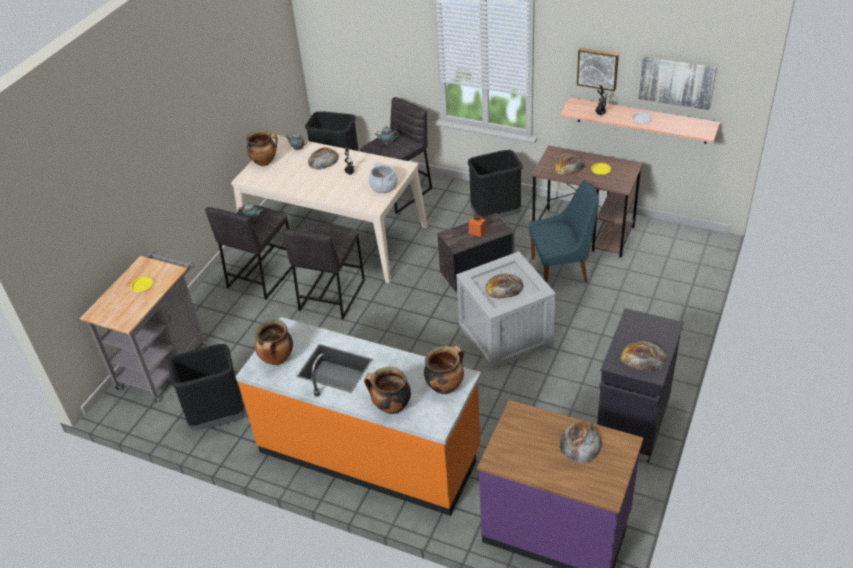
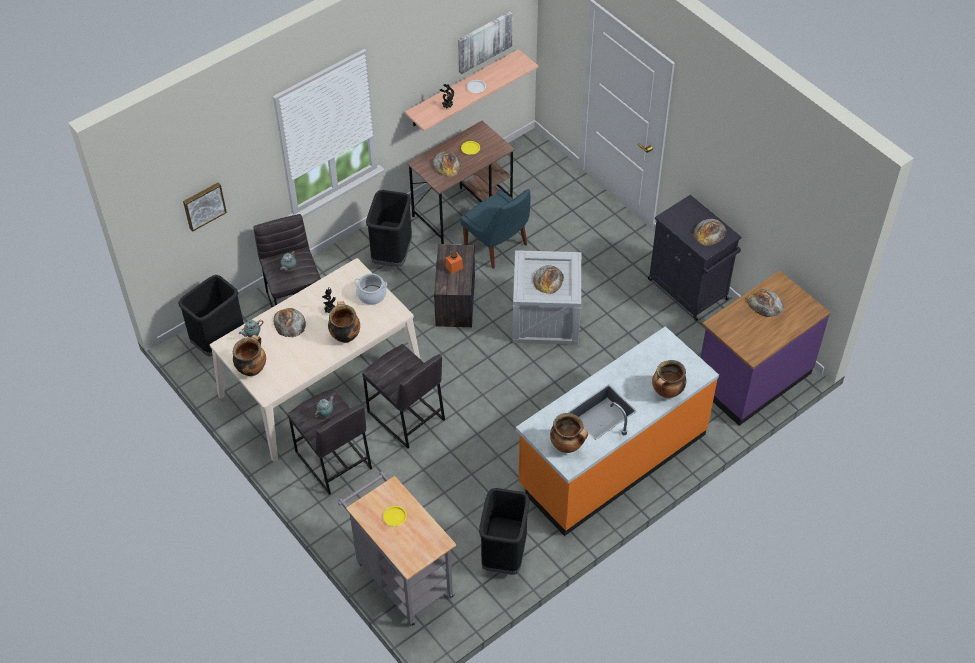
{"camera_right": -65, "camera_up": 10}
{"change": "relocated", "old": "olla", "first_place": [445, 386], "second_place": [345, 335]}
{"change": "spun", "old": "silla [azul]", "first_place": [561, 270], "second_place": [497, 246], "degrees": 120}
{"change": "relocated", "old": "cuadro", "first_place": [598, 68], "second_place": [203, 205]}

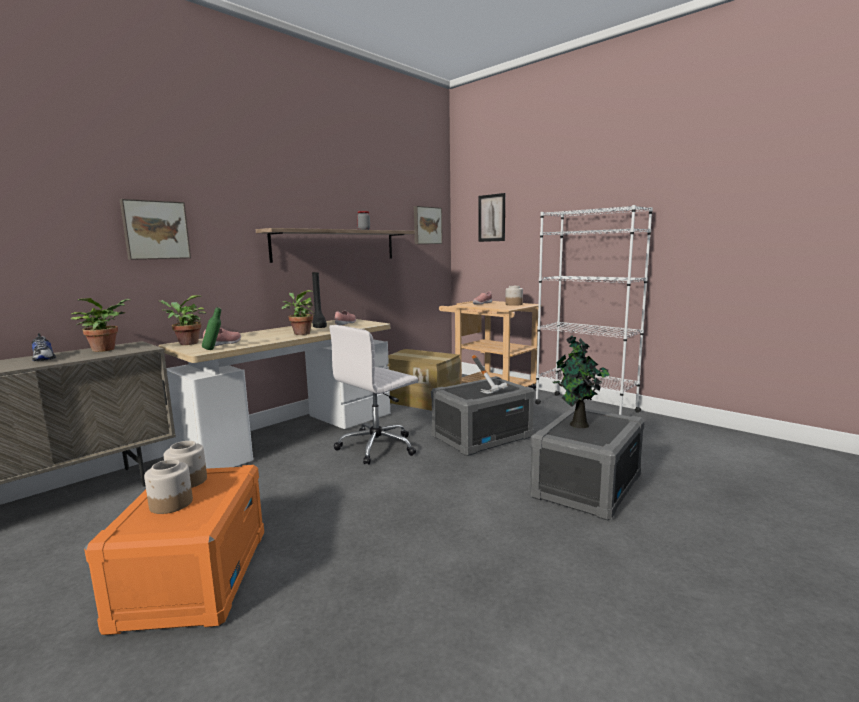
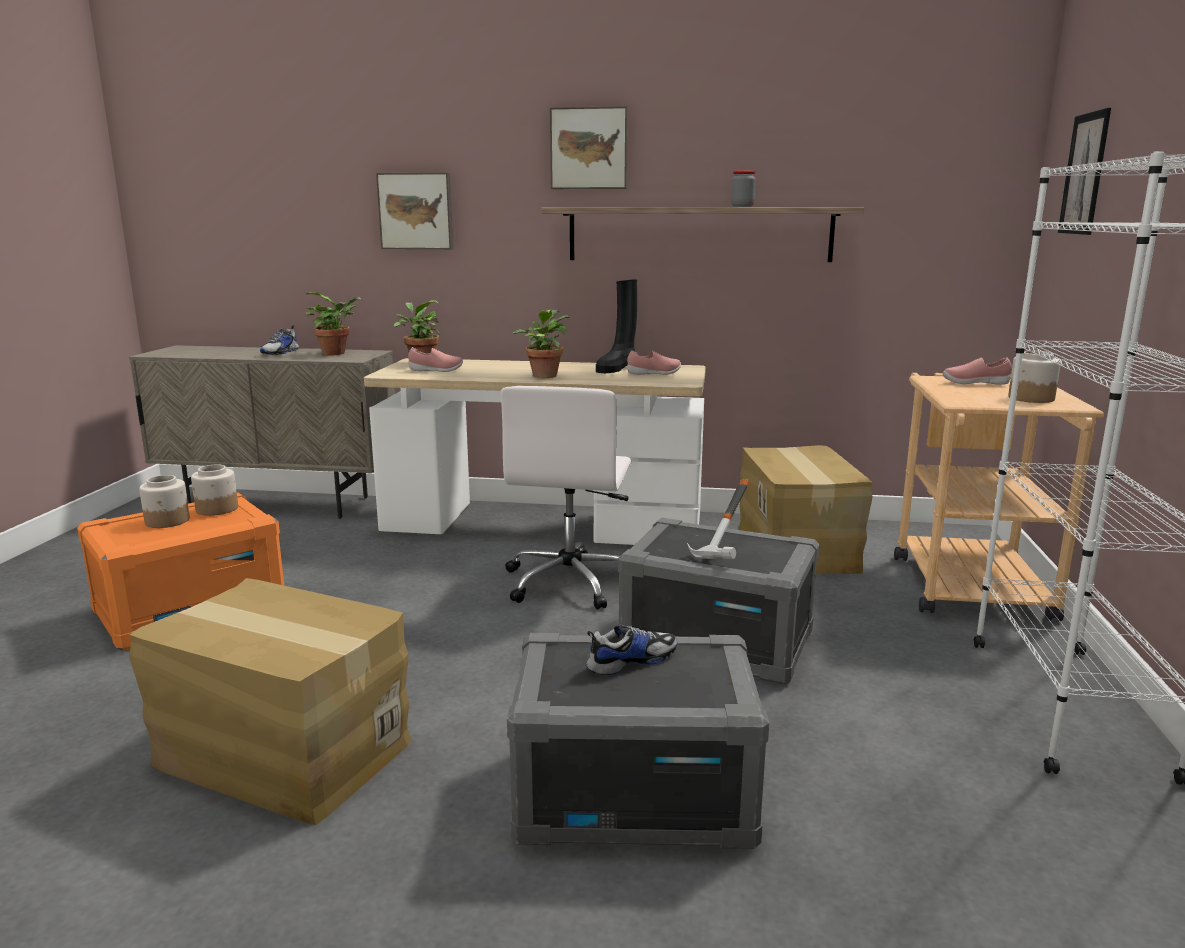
{"camera_right": 55, "camera_up": 5}
{"change": "missing", "old": "botella [verde]", "first_place": [214, 349]}
{"change": "spun", "old": "silla de oficina [blanco]", "first_place": [378, 447], "second_place": [571, 582], "degrees": -90}
{"change": "relocated", "old": "cuadro", "first_place": [426, 225], "second_place": [589, 149]}
{"change": "exchanged", "old": "planta en maceta", "new": "zapato", "first_place": [578, 425], "second_place": [631, 661]}
{"change": "appeared", "new": "caja de cartón", "second_place": [282, 754]}

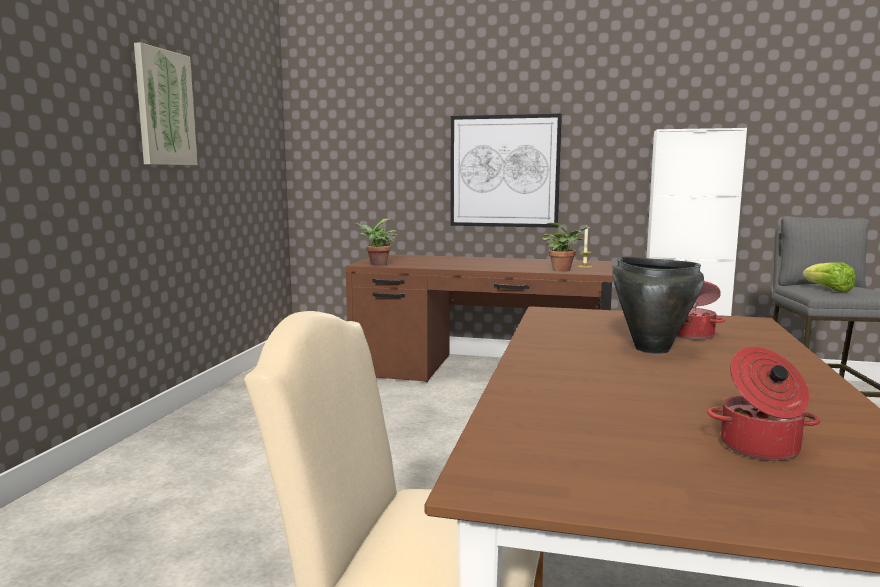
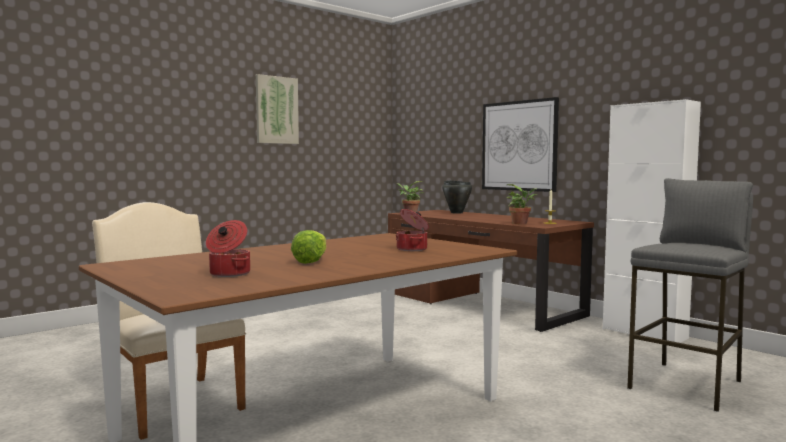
{"camera_right": 35, "camera_up": -5}
{"change": "relocated", "old": "olla [negro]", "first_place": [651, 349], "second_place": [456, 213]}
{"change": "relocated", "old": "lechuga", "first_place": [828, 290], "second_place": [311, 261]}

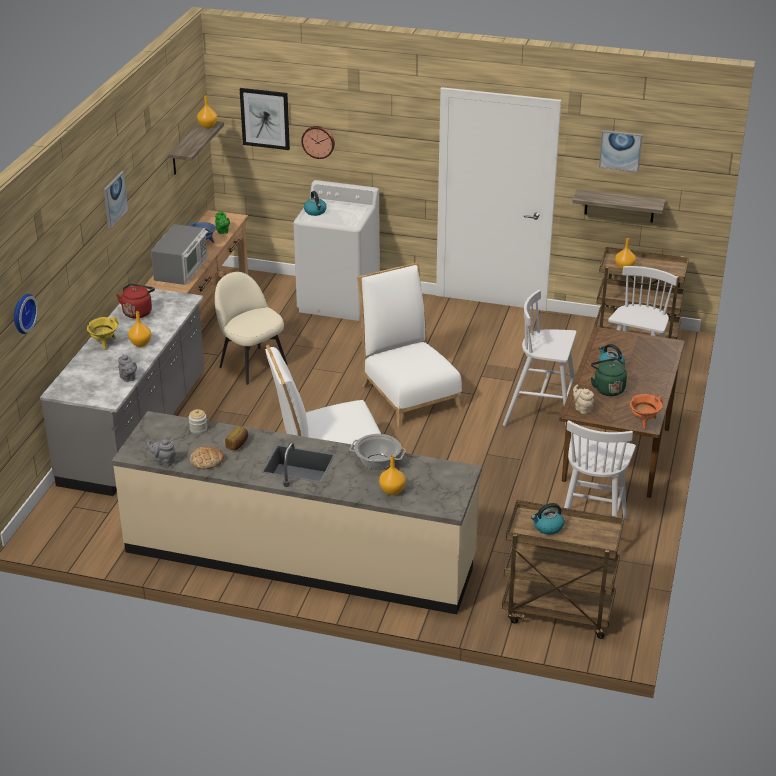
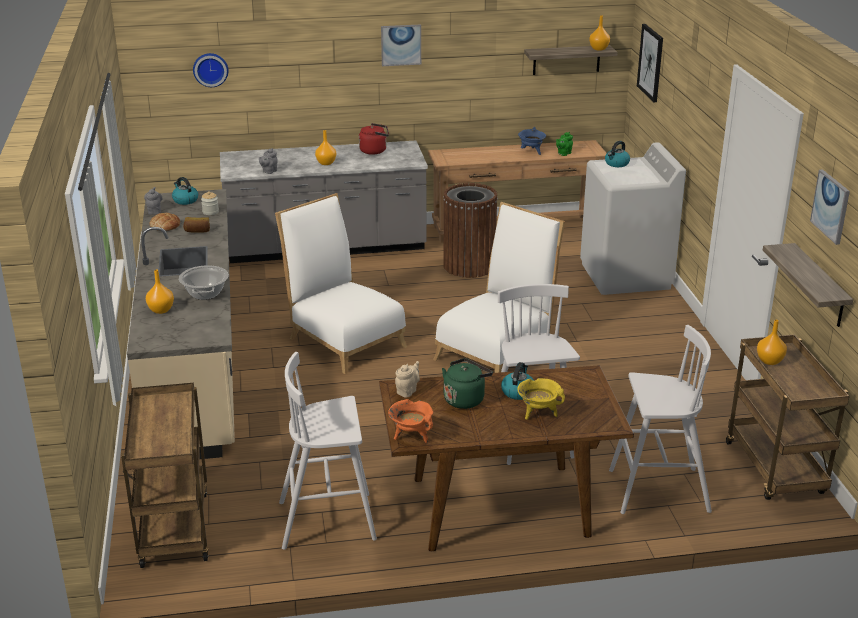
{"camera_right": 65, "camera_up": -5}
{"change": "relocated", "old": "olla [amarillo]", "first_place": [104, 343], "second_place": [538, 413]}
{"change": "missing", "old": "microondas", "first_place": [182, 269]}
{"change": "exchanged", "old": "silla [beis]", "new": "papelera [marrón]", "first_place": [252, 365], "second_place": [469, 266]}
{"change": "missing", "old": "reloj de pared", "first_place": [318, 141]}
{"change": "relocated", "old": "hervidor", "first_place": [547, 527], "second_place": [185, 200]}

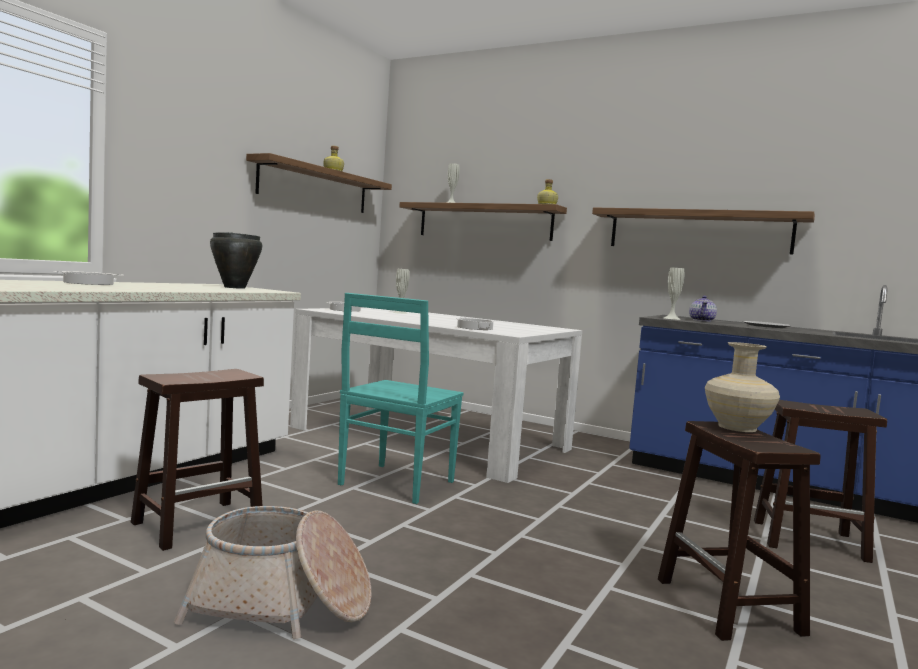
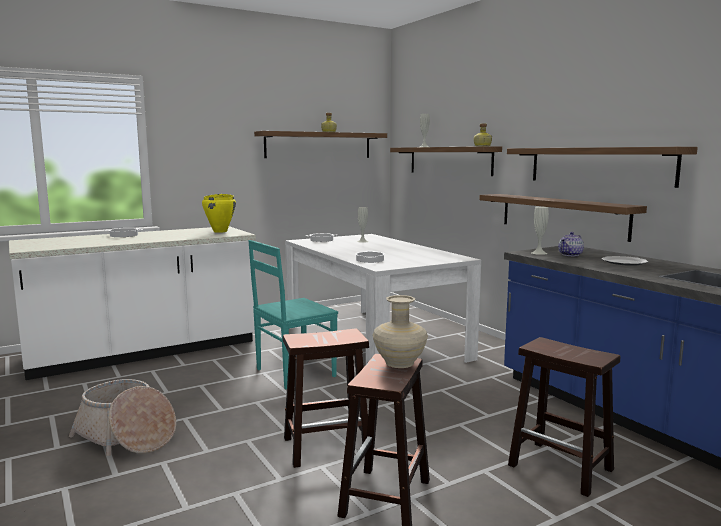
{"camera_right": 30, "camera_up": 5}
{"change": "relocated", "old": "taburete [marrón]", "first_place": [199, 523], "second_place": [327, 446]}
{"change": "colour", "old": "olla [negro]", "new": "olla [amarillo]", "first_place": [235, 287], "second_place": [220, 231]}
{"change": "appeared", "new": "estante", "second_place": [562, 215]}

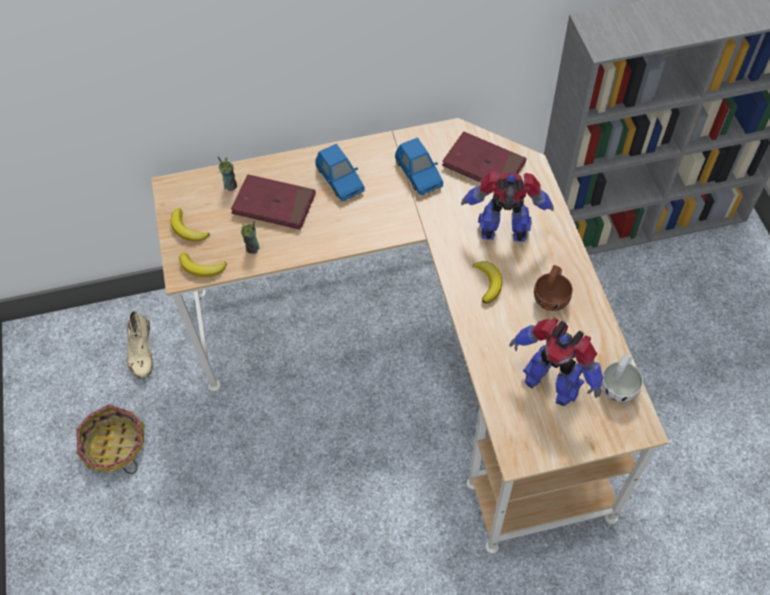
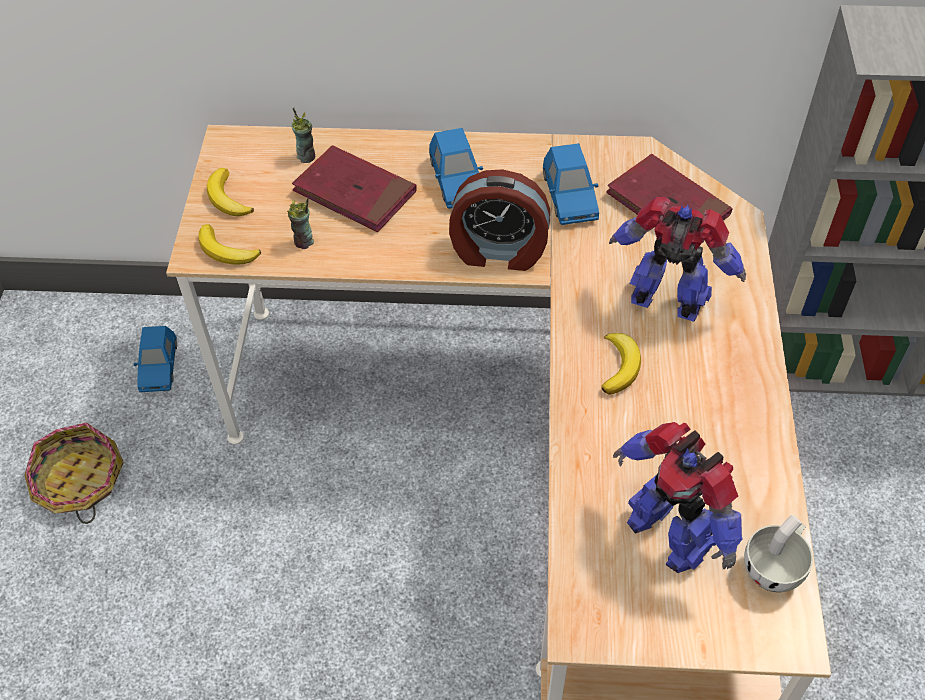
{"camera_right": 15, "camera_up": -5}
{"change": "exchanged", "old": "zapato [beis]", "new": "coche de juguete [azul]", "first_place": [140, 350], "second_place": [159, 367]}
{"change": "missing", "old": "taza [marrón]", "first_place": [552, 296]}
{"change": "appeared", "new": "despertador", "second_place": [498, 252]}

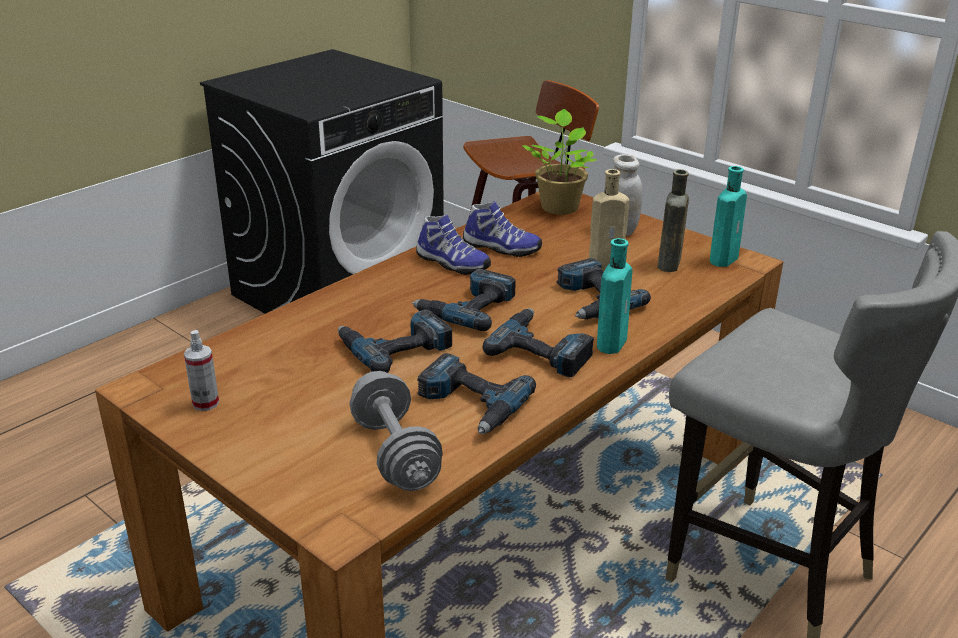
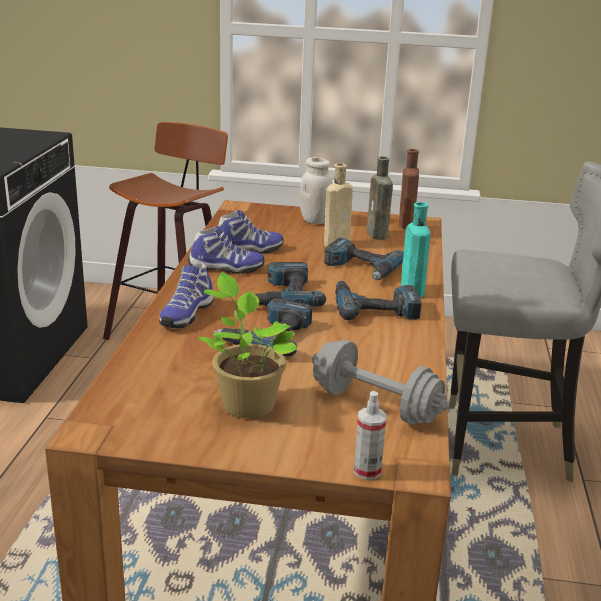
{"camera_right": -35, "camera_up": -5}
{"change": "relocated", "old": "pulverizador", "first_place": [205, 403], "second_place": [367, 471]}
{"change": "missing", "old": "taladro", "first_place": [470, 404]}
{"change": "relocated", "old": "planta en maceta", "first_place": [559, 206], "second_place": [246, 403]}
{"change": "colour", "old": "botella [turquesa]", "new": "botella [marrón]", "first_place": [724, 258], "second_place": [406, 223]}
{"change": "appeared", "new": "zapato", "second_place": [186, 314]}

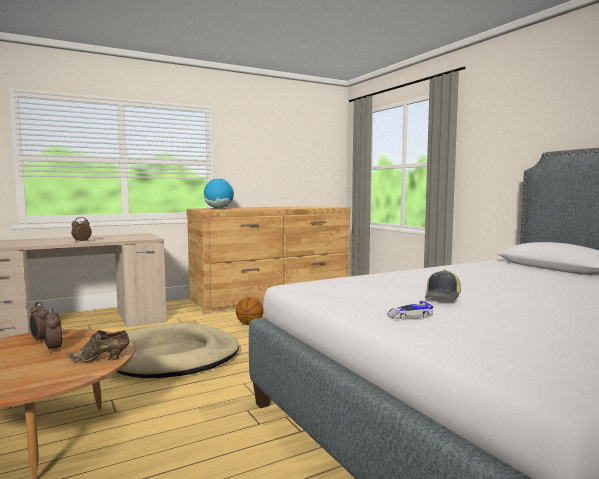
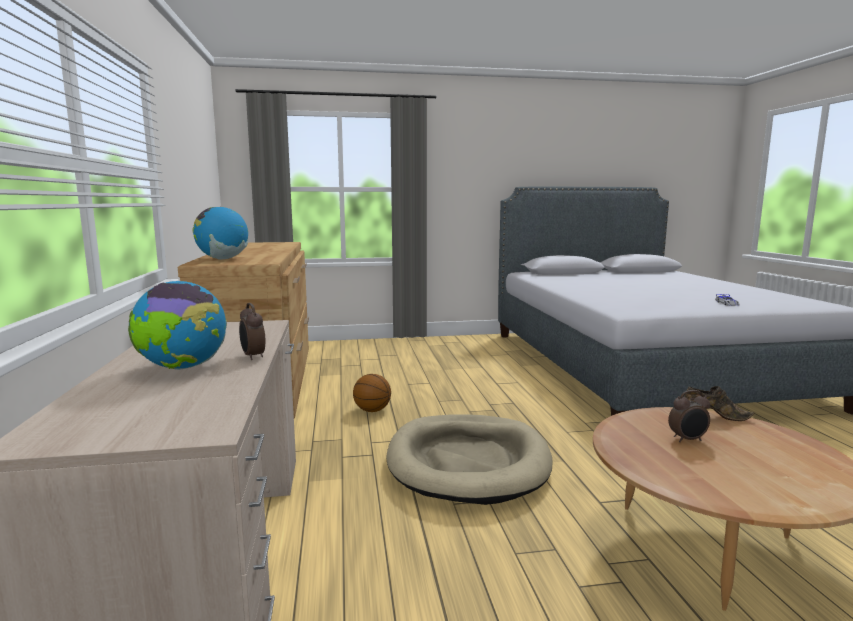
{"camera_right": -70, "camera_up": 5}
{"change": "missing", "old": "despertador", "first_place": [40, 340]}
{"change": "spun", "old": "zapato [marrón]", "first_place": [100, 359], "second_place": [714, 417], "degrees": -90}
{"change": "missing", "old": "gorra", "first_place": [443, 296]}
{"change": "appeared", "new": "globo terráqueo", "second_place": [183, 368]}

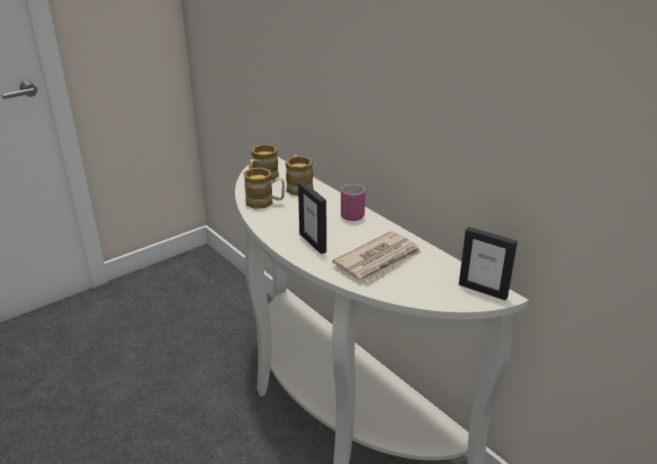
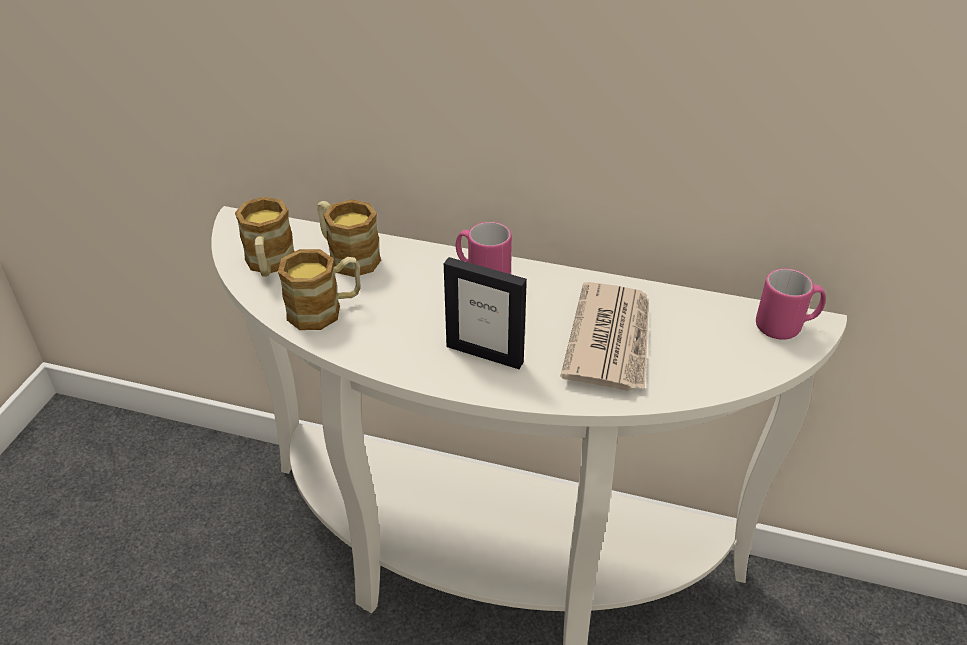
{"camera_right": -35, "camera_up": 10}
{"change": "exchanged", "old": "portarretratos", "new": "taza grande [rosa]", "first_place": [483, 290], "second_place": [786, 326]}

